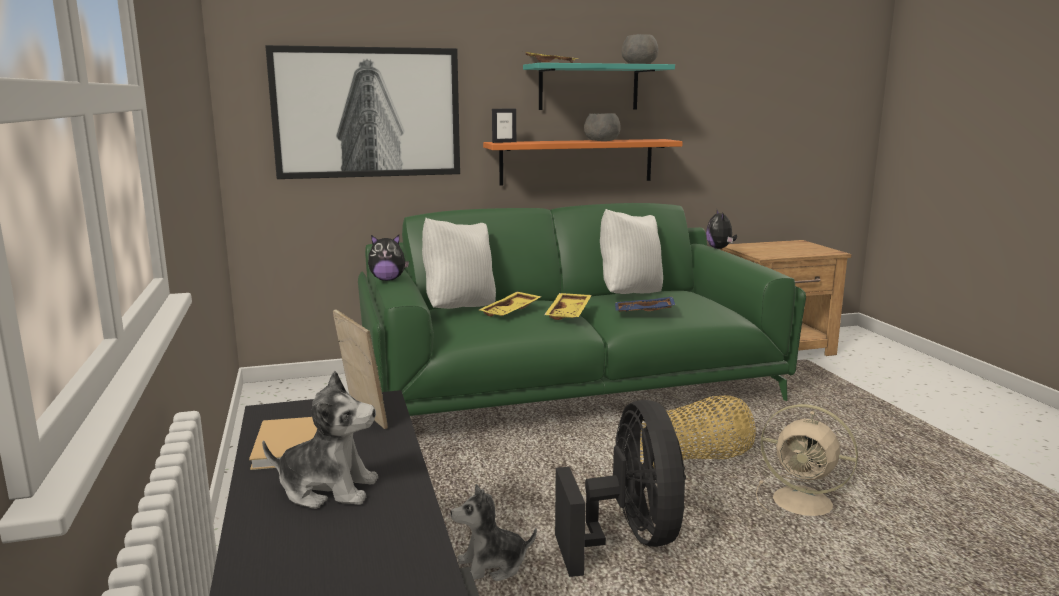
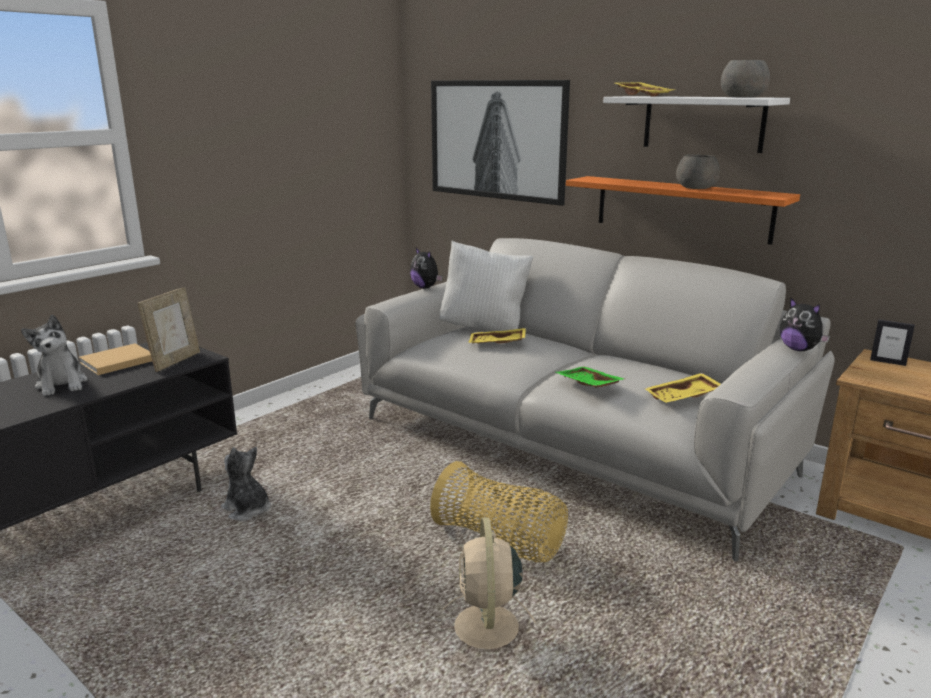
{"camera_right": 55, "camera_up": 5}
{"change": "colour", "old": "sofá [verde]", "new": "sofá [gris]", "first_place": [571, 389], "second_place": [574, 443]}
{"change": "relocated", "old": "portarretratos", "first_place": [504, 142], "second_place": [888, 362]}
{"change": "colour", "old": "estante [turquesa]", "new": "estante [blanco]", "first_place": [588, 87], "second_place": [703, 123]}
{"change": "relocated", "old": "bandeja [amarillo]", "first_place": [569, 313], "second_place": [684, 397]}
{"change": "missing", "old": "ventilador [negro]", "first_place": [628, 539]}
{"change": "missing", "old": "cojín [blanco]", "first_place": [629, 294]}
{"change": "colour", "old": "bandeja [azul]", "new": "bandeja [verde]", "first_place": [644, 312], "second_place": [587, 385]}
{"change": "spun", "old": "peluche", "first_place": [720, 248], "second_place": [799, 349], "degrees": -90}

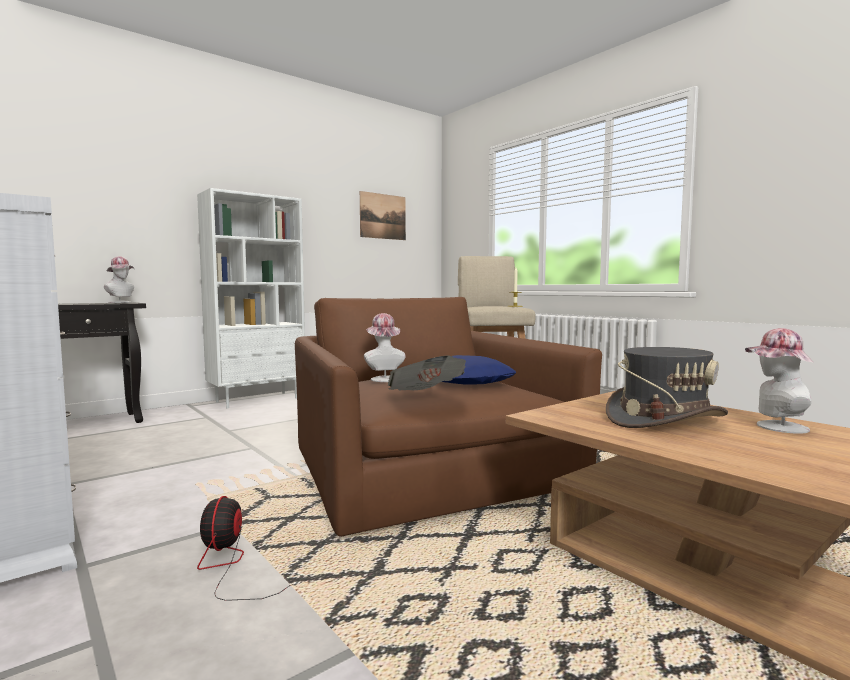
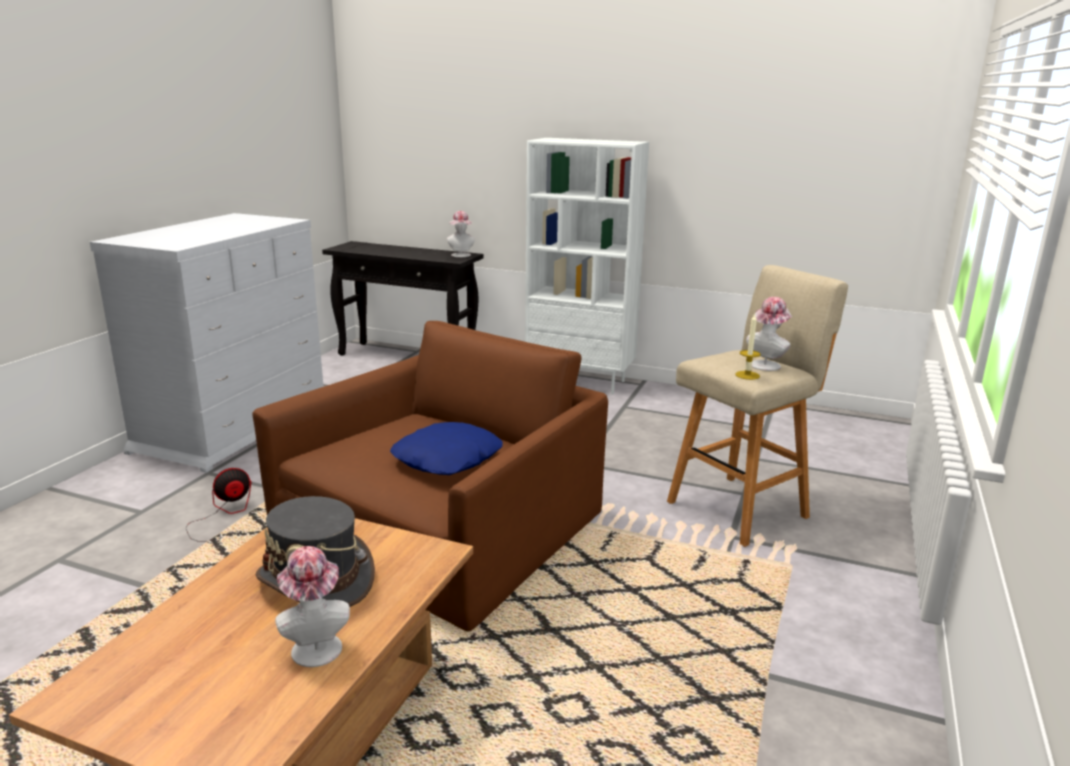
{"camera_right": 60, "camera_up": 15}
{"change": "missing", "old": "cuadro", "first_place": [383, 216]}
{"change": "relocated", "old": "sombrero", "first_place": [383, 378], "second_place": [766, 364]}
{"change": "missing", "old": "periódico", "first_place": [426, 397]}

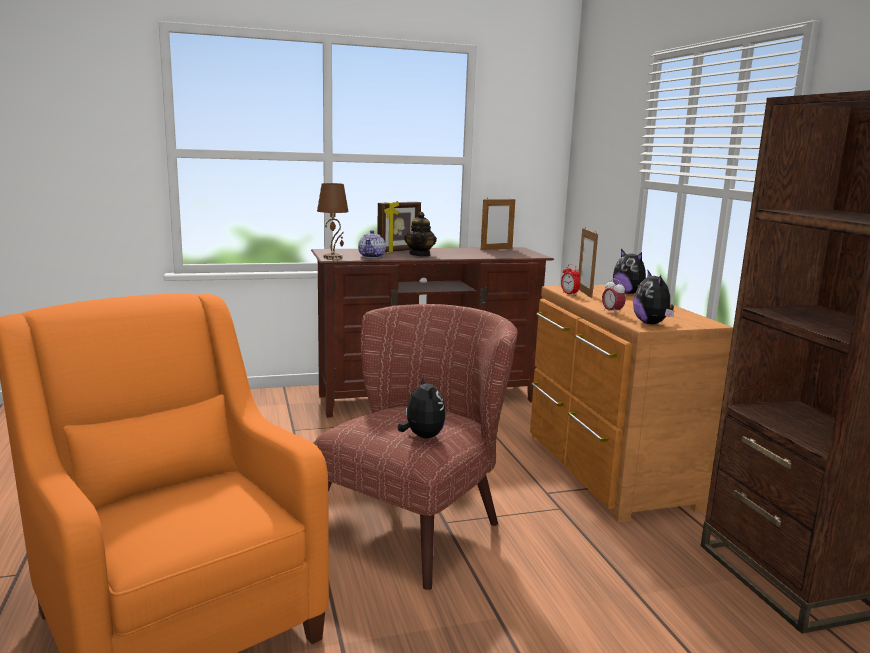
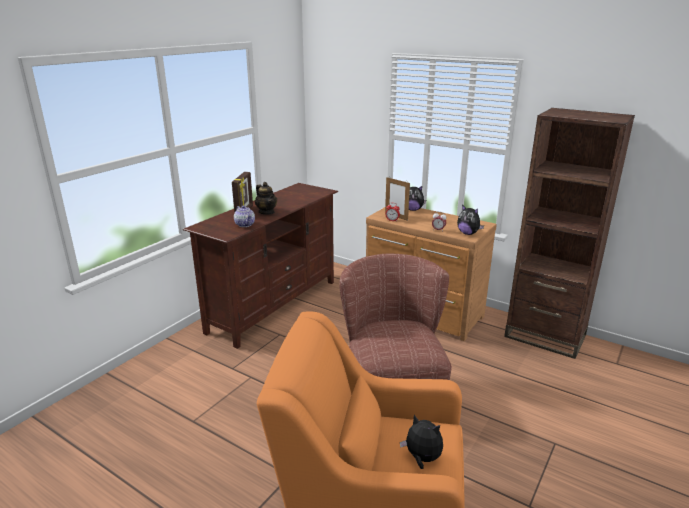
{"camera_right": -40, "camera_up": 10}
{"change": "missing", "old": "lámpara de mesa [marrón]", "first_place": [333, 257]}
{"change": "relocated", "old": "peluche", "first_place": [422, 436], "second_place": [422, 458]}
{"change": "missing", "old": "portarretratos", "first_place": [496, 249]}

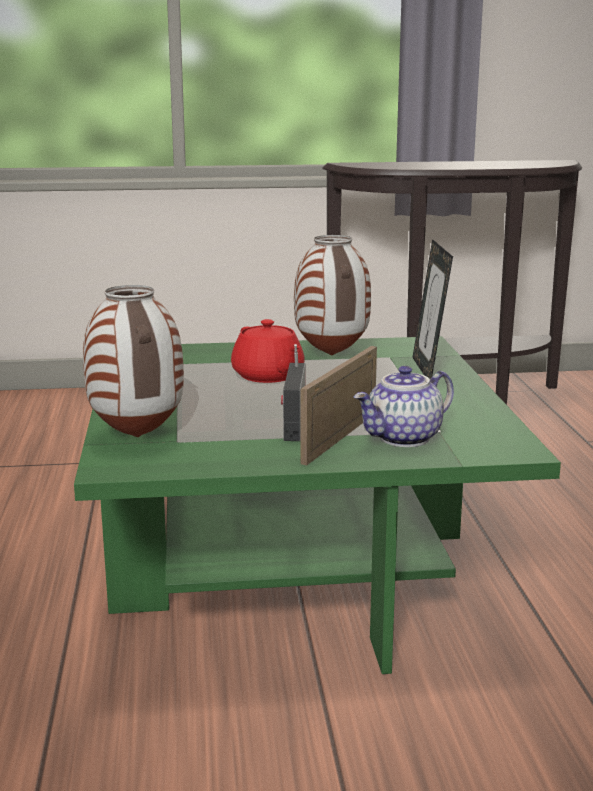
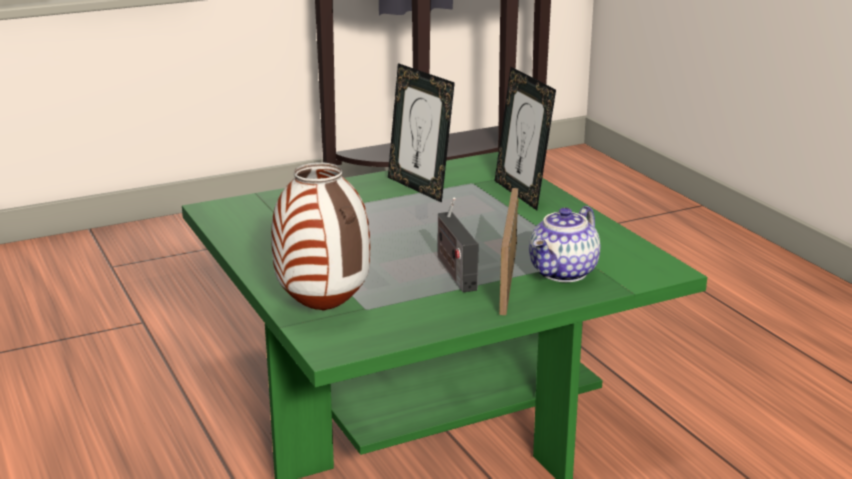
{"camera_right": -20, "camera_up": 5}
{"change": "missing", "old": "tetera [rojo]", "first_place": [268, 376]}
{"change": "exchanged", "old": "florero", "new": "portarretratos", "first_place": [333, 355], "second_place": [419, 188]}

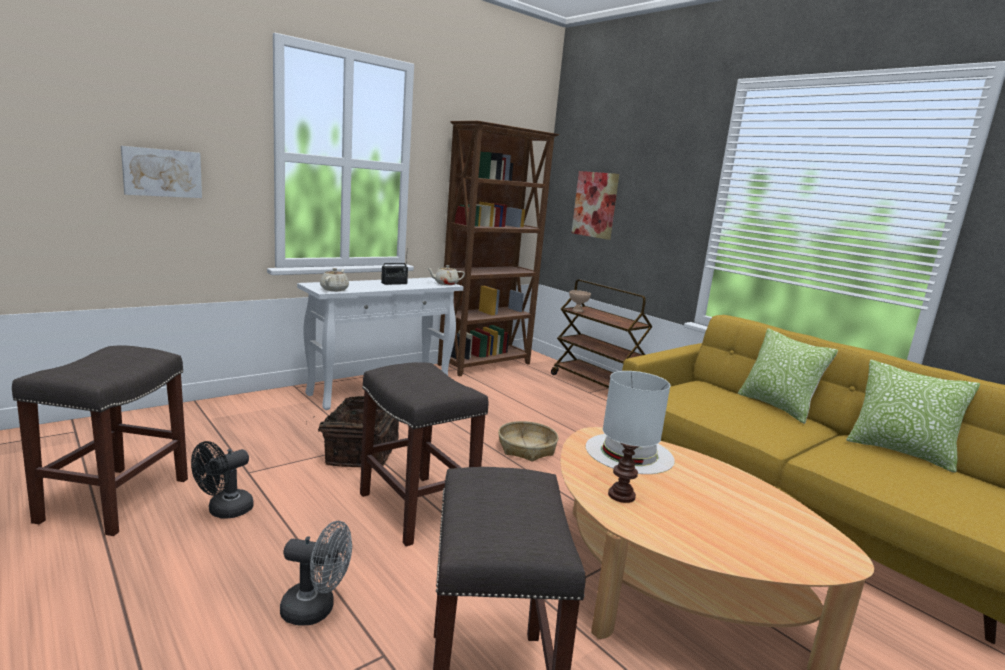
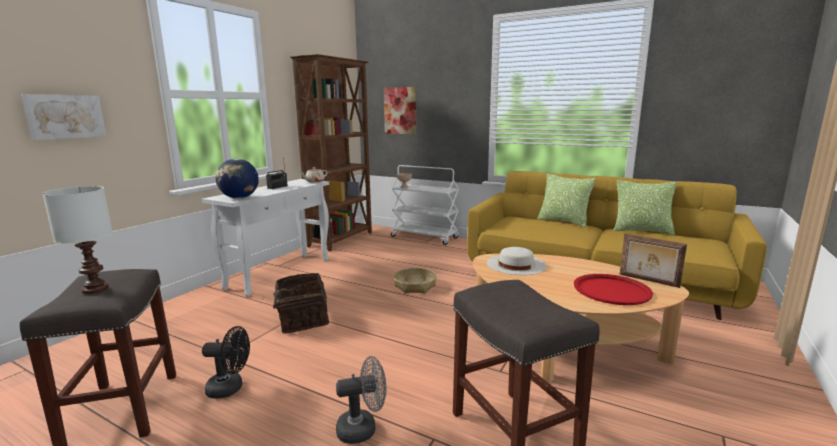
{"camera_right": -20, "camera_up": 0}
{"change": "spun", "old": "ventilador [negro]", "first_place": [224, 511], "second_place": [230, 388], "degrees": -105}
{"change": "exchanged", "old": "tetera [beis]", "new": "globo terráqueo", "first_place": [334, 289], "second_place": [239, 198]}
{"change": "missing", "old": "taburete [gris]", "first_place": [418, 509]}
{"change": "colour", "old": "carrito [marrón]", "new": "carrito [blanco]", "first_place": [595, 385], "second_place": [425, 237]}
{"change": "relocated", "old": "lámpara de mesa [blanco]", "first_place": [622, 496], "second_place": [96, 289]}
{"change": "appeared", "new": "bandeja [rojo]", "second_place": [611, 290]}
{"change": "appeared", "new": "portarretratos", "second_place": [648, 281]}

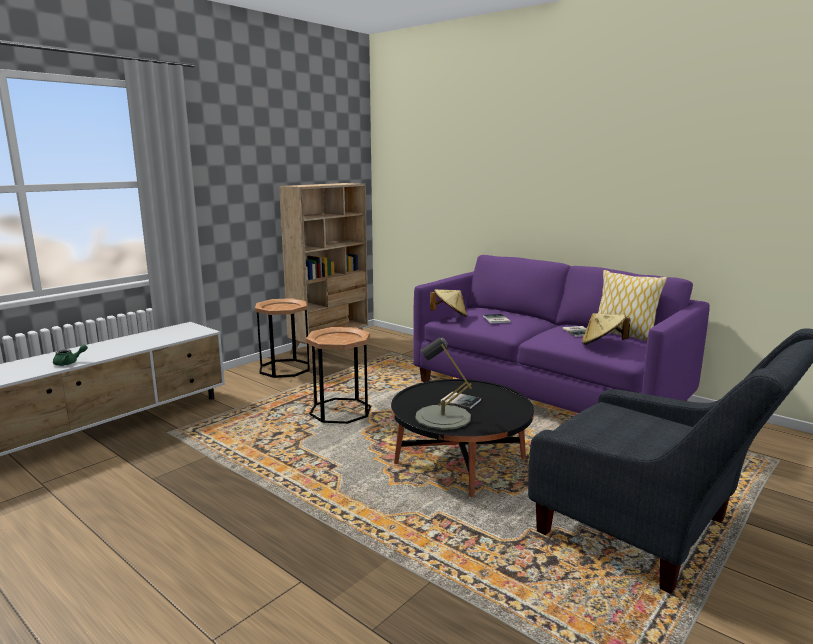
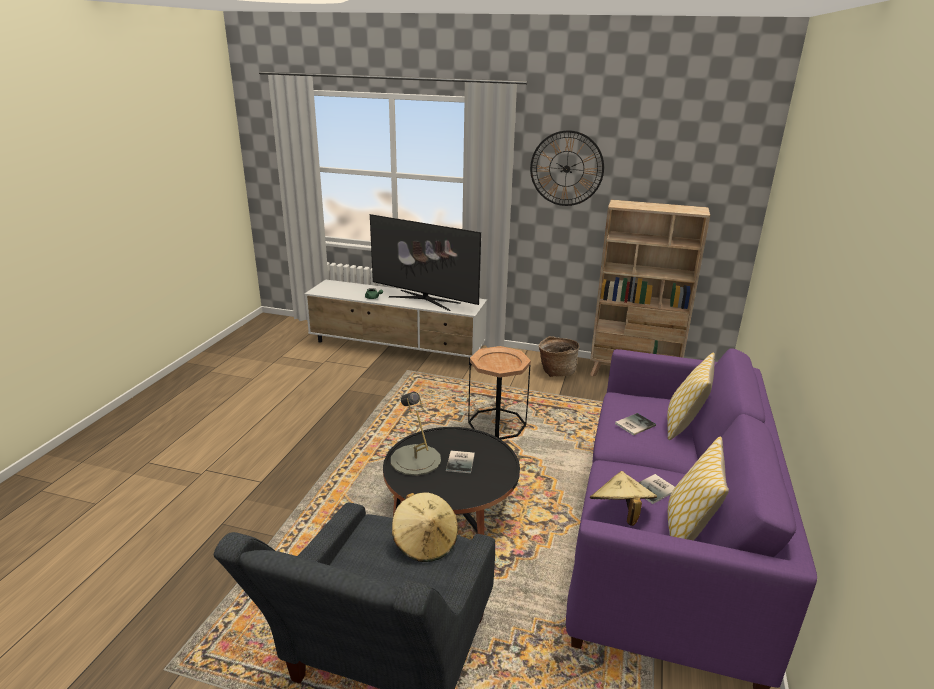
{"camera_right": 65, "camera_up": 10}
{"change": "exchanged", "old": "mesa auxiliar [marrón]", "new": "cesta", "first_place": [284, 368], "second_place": [556, 371]}
{"change": "relocated", "old": "sombrero [beis]", "first_place": [449, 316], "second_place": [425, 542]}
{"change": "appeared", "new": "televisor", "second_place": [424, 300]}
{"change": "appeared", "new": "reloj de pared", "second_place": [566, 168]}
{"change": "appeared", "new": "cojín", "second_place": [684, 425]}

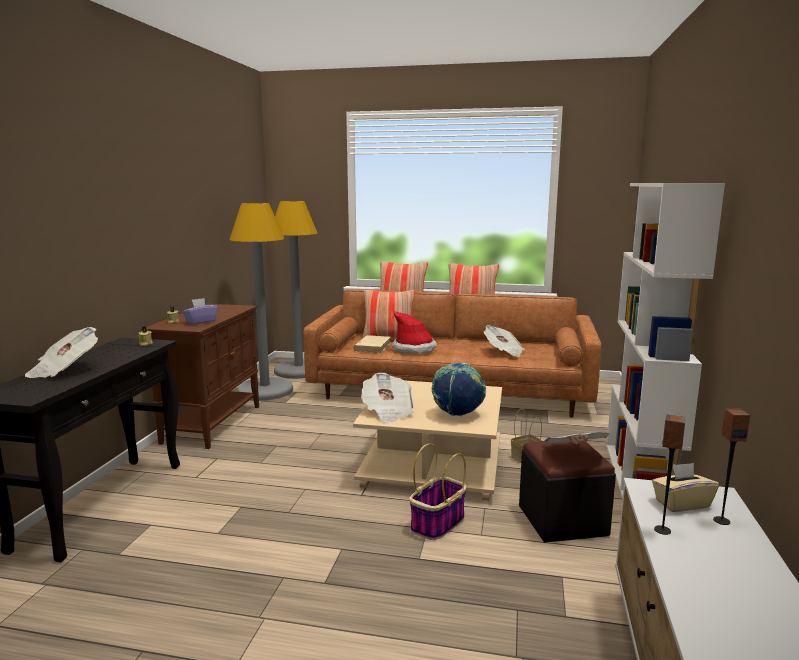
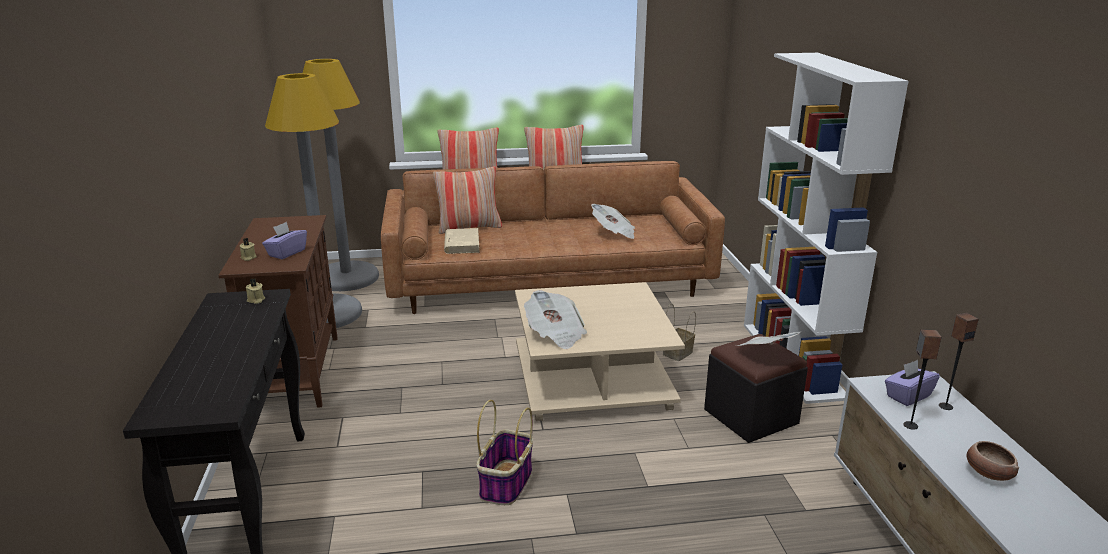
{"camera_right": -20, "camera_up": 10}
{"change": "missing", "old": "periódico", "first_place": [64, 370]}
{"change": "missing", "old": "sombrero", "first_place": [414, 349]}
{"change": "relocated", "old": "cesta", "first_place": [437, 524], "second_place": [506, 484]}
{"change": "missing", "old": "globo terráqueo", "first_place": [457, 414]}
{"change": "colour", "old": "caja de pañuelos [beis]", "new": "caja de pañuelos [morado]", "first_place": [681, 503], "second_place": [908, 396]}
{"change": "appeared", "new": "cuenco", "second_place": [987, 473]}

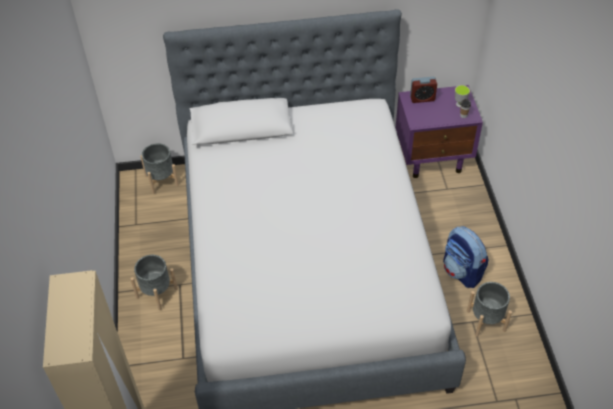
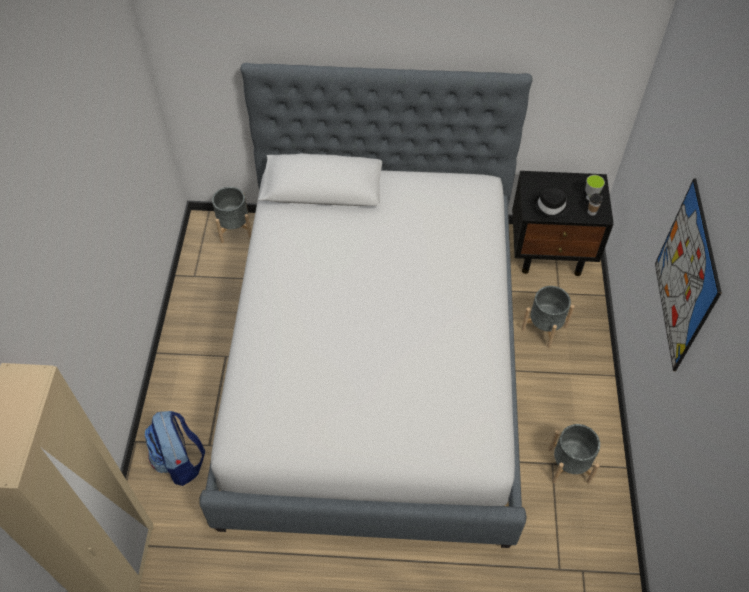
{"camera_right": 10, "camera_up": 5}
{"change": "relocated", "old": "maceta [gris]", "first_place": [156, 293], "second_place": [544, 328]}
{"change": "colour", "old": "mesita de noche [morado]", "new": "mesita de noche [negro]", "first_place": [433, 158], "second_place": [551, 253]}
{"change": "missing", "old": "despertador", "first_place": [422, 98]}
{"change": "relocated", "old": "mochila", "first_place": [462, 272], "second_place": [180, 461]}
{"change": "appeared", "new": "sombrero [negro]", "second_place": [551, 207]}
{"change": "appeared", "new": "cuadro", "second_place": [685, 276]}

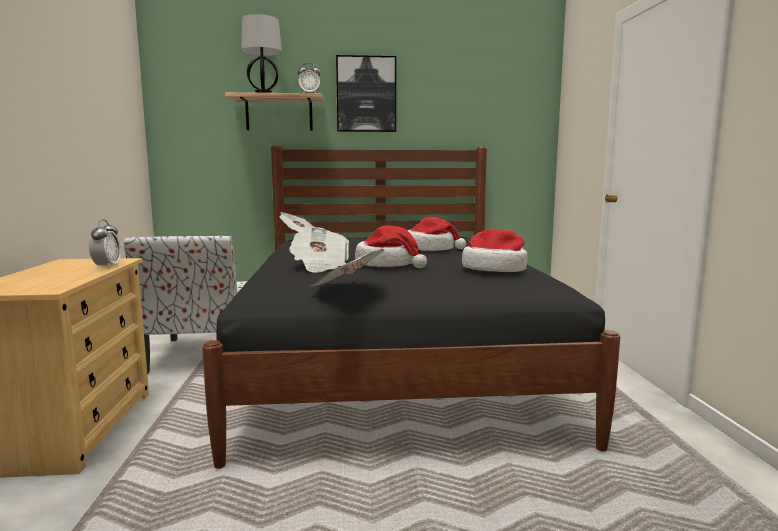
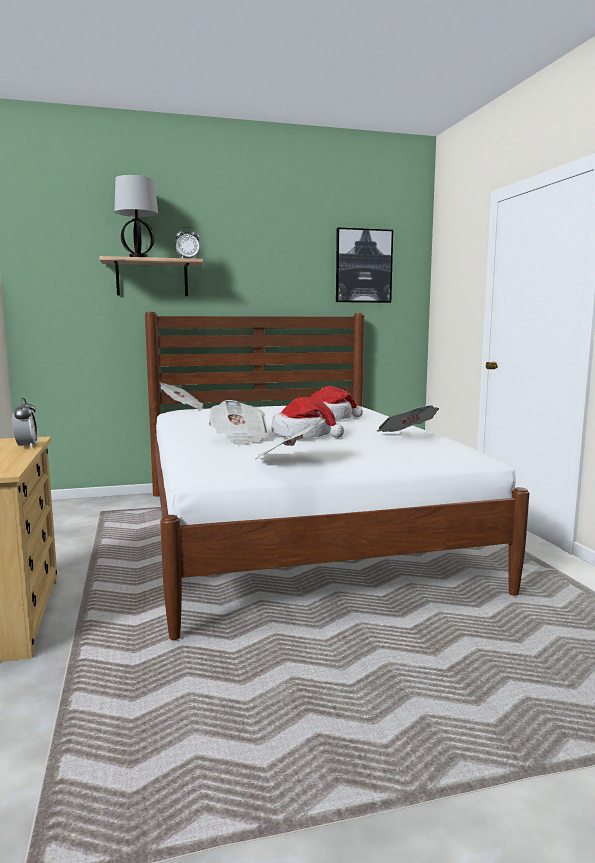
{"camera_right": -10, "camera_up": 0}
{"change": "missing", "old": "silla", "first_place": [201, 355]}
{"change": "colour", "old": "cama [negro]", "new": "cama [blanco]", "first_place": [392, 364], "second_place": [295, 534]}
{"change": "relocated", "old": "cuadro", "first_place": [366, 94], "second_place": [363, 266]}
{"change": "exchanged", "old": "sombrero", "new": "periódico", "first_place": [495, 269], "second_place": [406, 436]}

